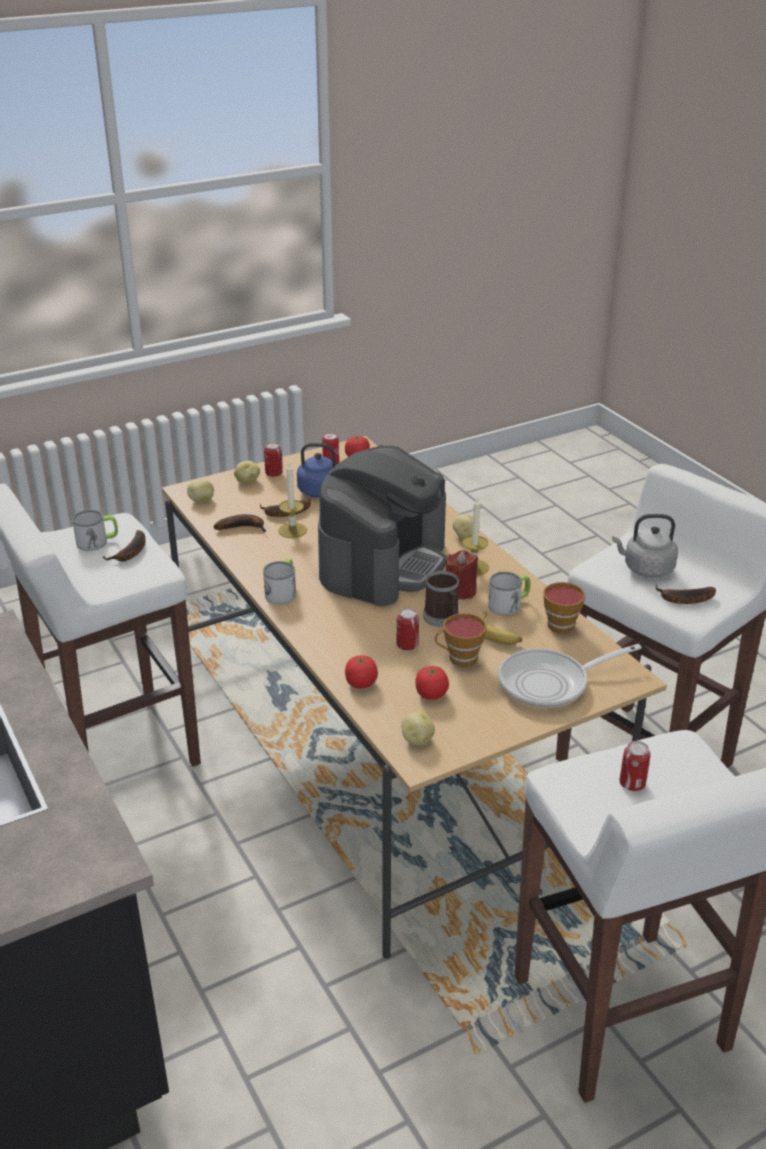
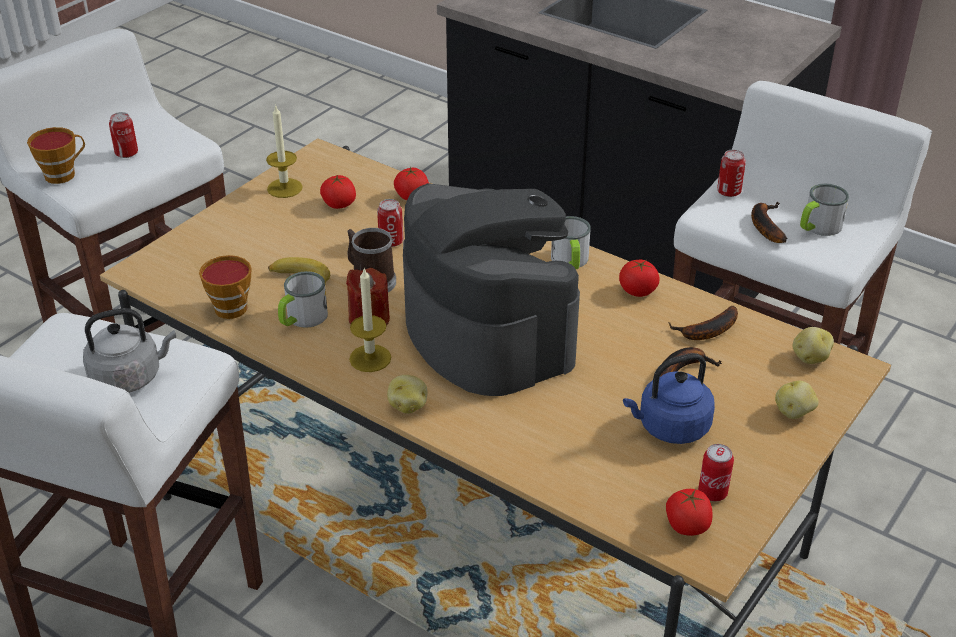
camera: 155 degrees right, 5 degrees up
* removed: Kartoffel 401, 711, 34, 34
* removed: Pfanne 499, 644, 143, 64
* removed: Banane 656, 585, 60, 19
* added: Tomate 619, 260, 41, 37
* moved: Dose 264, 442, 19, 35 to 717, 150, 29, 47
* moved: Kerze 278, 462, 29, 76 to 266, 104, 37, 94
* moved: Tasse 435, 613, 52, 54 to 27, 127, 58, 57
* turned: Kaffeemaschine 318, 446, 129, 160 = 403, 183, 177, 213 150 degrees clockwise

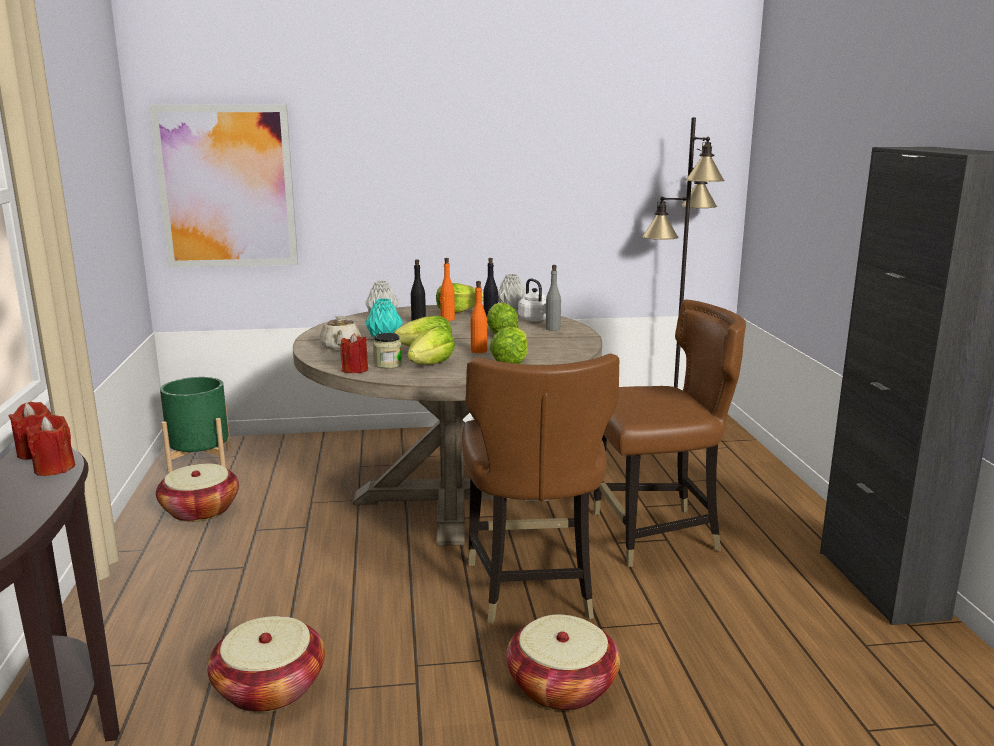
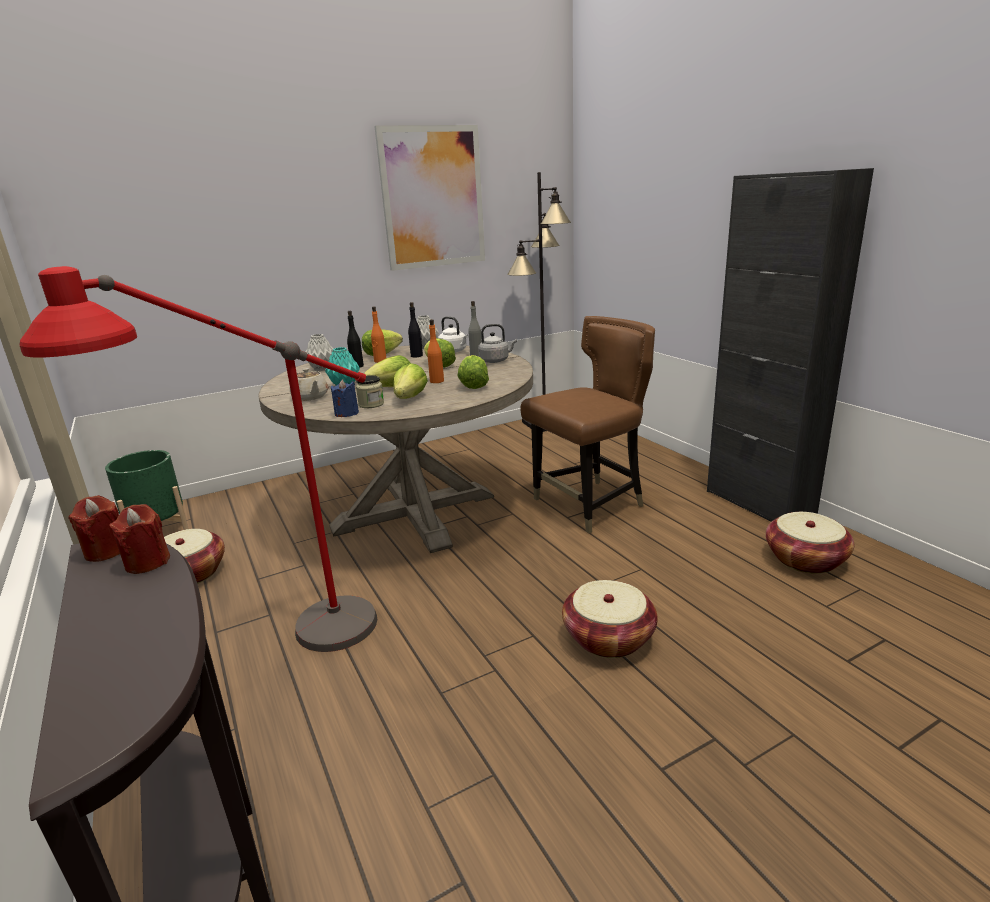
camera: 20 degrees left, 5 degrees up
* removed: Stuhl (braun) 462, 353, 157, 271
* added: Stehlampe (rot) 20, 266, 357, 386
* added: Wasserkessel (grau) 478, 324, 39, 39
* moved: Bild 149, 105, 149, 163 to 374, 125, 111, 146
* moved: Korb 207, 616, 118, 97 to 766, 512, 88, 62
* recoloured: Kerze (rot) 340, 333, 28, 40 to Kerze (blau) 331, 379, 28, 38

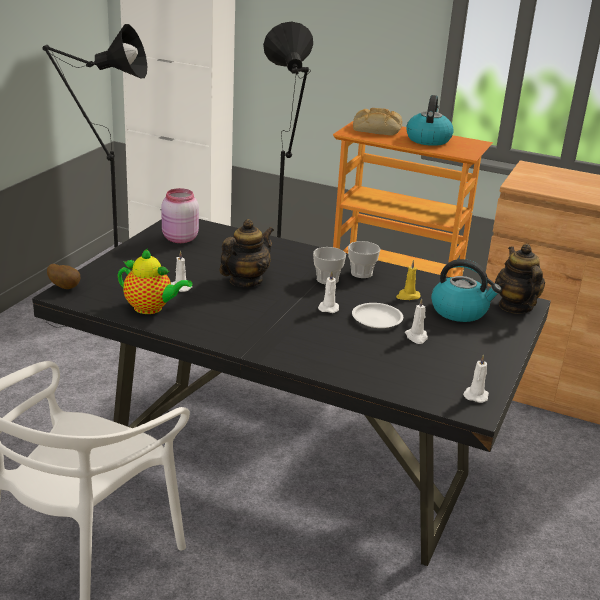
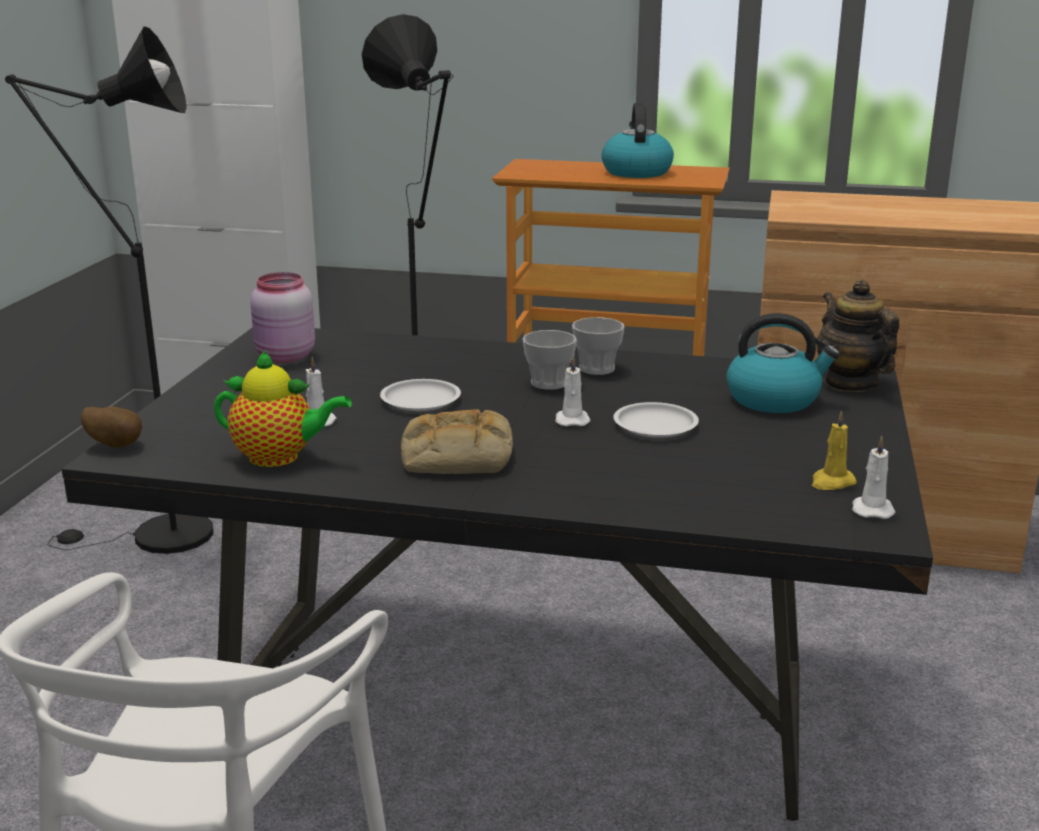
camera: 10 degrees left, 5 degrees down
* removed: Kerze (weiß) 405, 298, 23, 46
* moved: Brot 353, 108, 49, 28 to 401, 409, 112, 65
* moved: Kerze (gelb) 396, 260, 24, 40 to 812, 410, 45, 80
* replaced: Teekanne 219, 219, 55, 68 to Teller (weiß) 380, 379, 81, 32

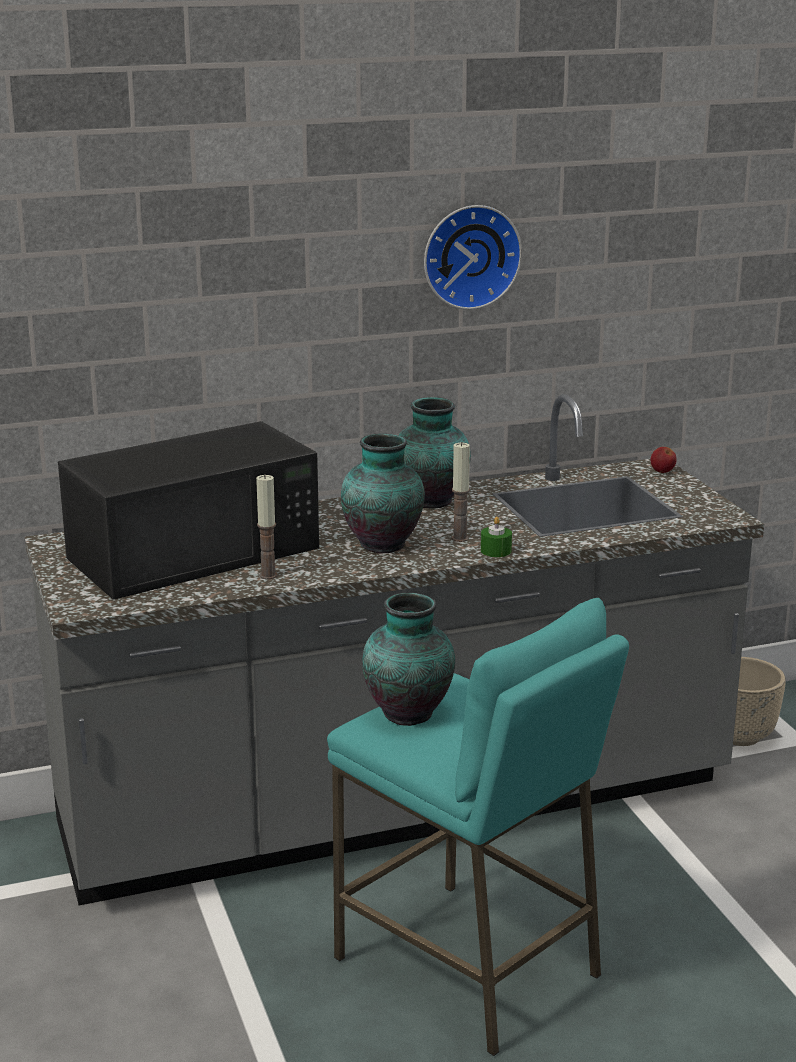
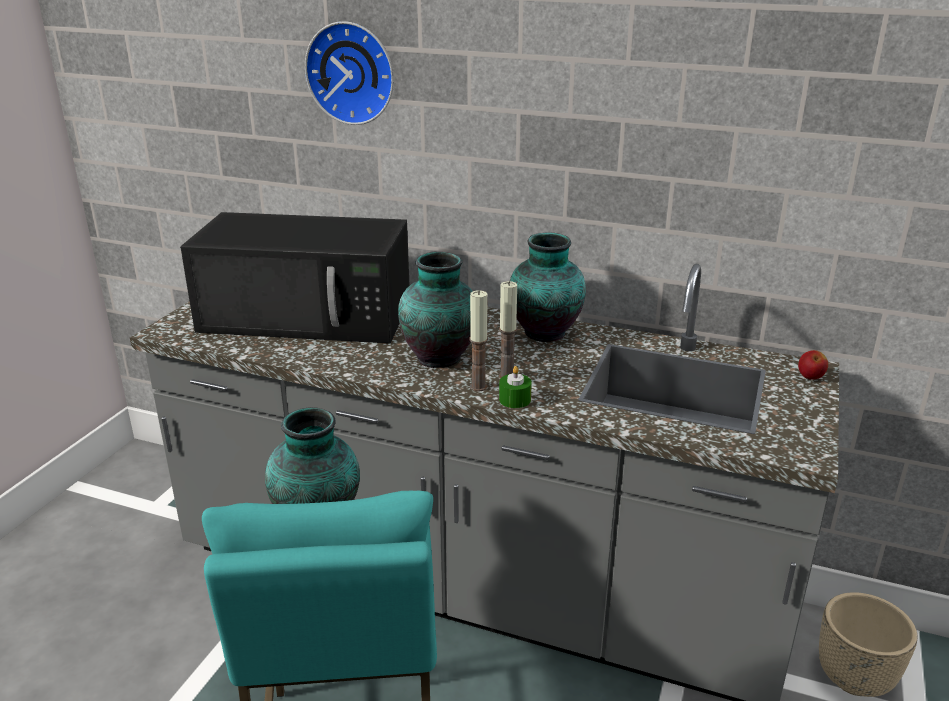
camera: 40 degrees right, 5 degrees up
* moved: Kerze 256, 474, 21, 105 to 469, 290, 19, 101
* moved: Wanduhr 424, 205, 98, 105 to 305, 21, 89, 104

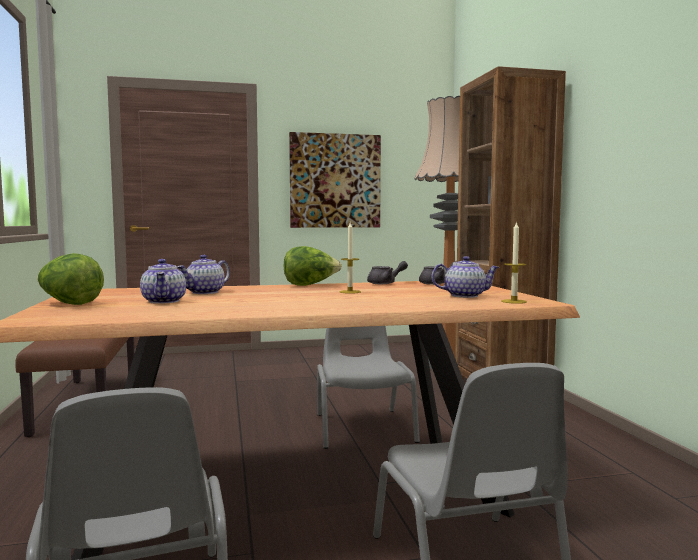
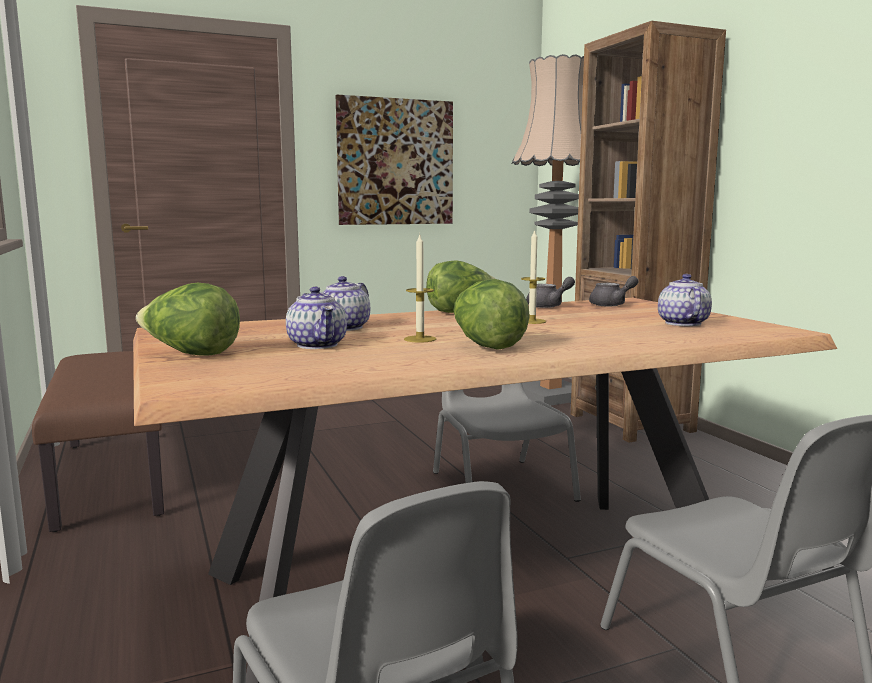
camera: 10 degrees left, 5 degrees up
* added: Salatkopf 453, 279, 77, 71
* moved: Kerze 501, 221, 26, 83 to 404, 235, 32, 108
* turned: Teekanne 431, 256, 68, 42 = 658, 274, 54, 52 75 degrees counterclockwise

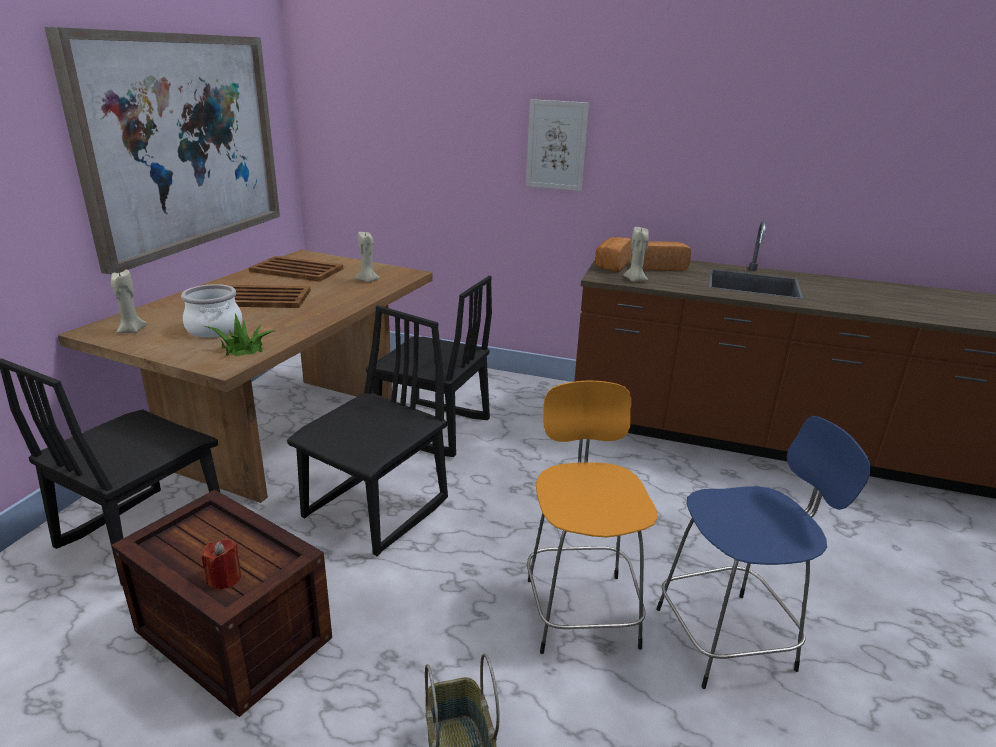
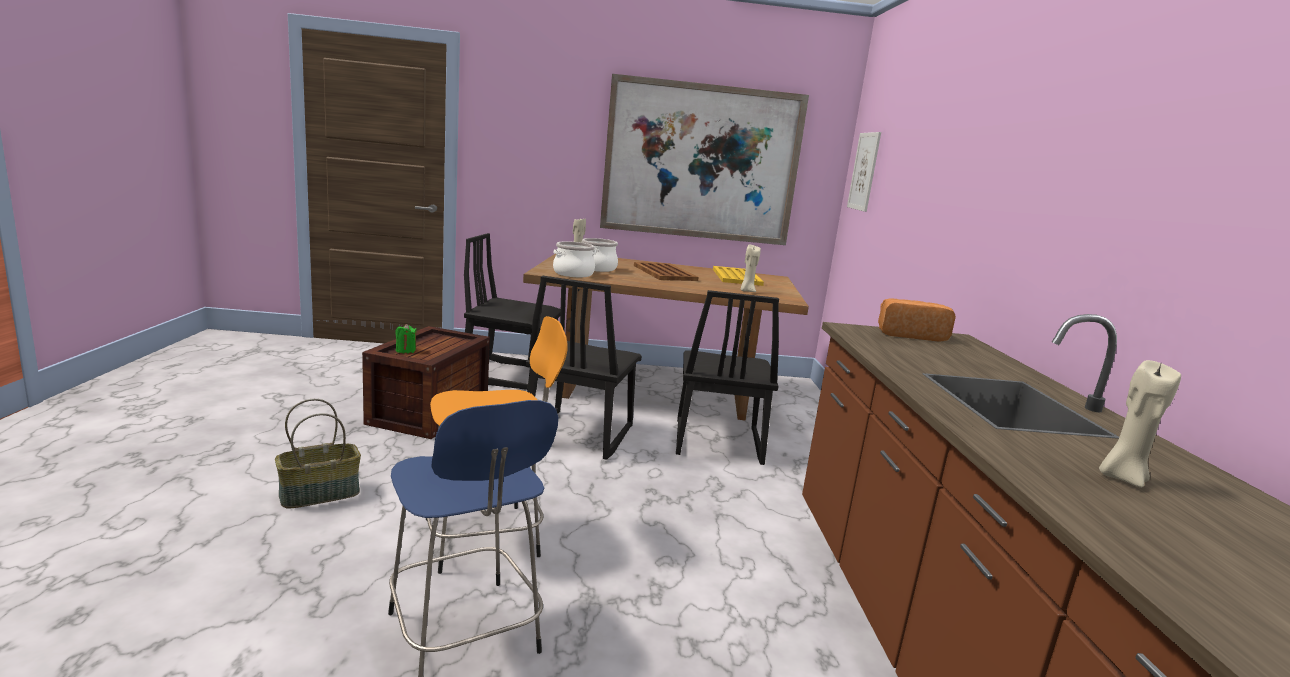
camera: 70 degrees right, 10 degrees down
* removed: Brot 643, 241, 48, 30
* moved: Bild 526, 99, 63, 92 to 847, 132, 34, 80
* moved: Kerze (beige) 624, 227, 25, 55 to 1099, 360, 82, 128
* replaced: Topfpflanze 204, 314, 73, 42 to Kochtopf 553, 241, 43, 36
* recoloured: Kerze (rot) 202, 538, 39, 52 to Kerze (grün) 396, 324, 20, 30
* recoloured: Tablett (braun) 249, 256, 94, 26 to Tablett (gelb) 713, 266, 51, 20
* turned: Stuhl (schwarz) 287, 305, 161, 251 = 525, 275, 117, 185 90 degrees clockwise

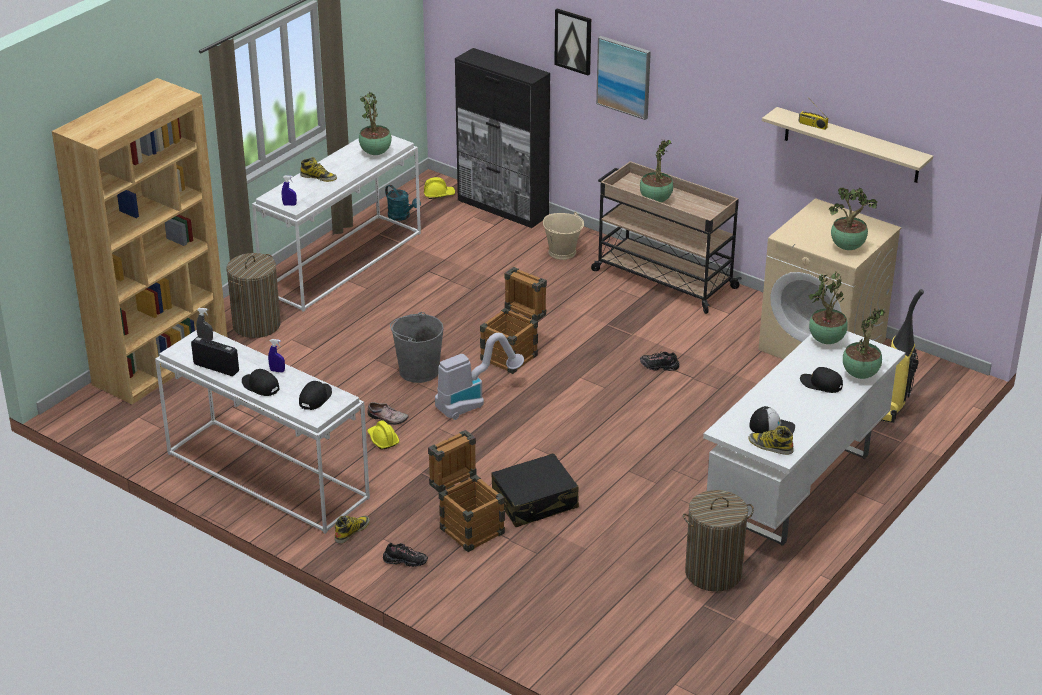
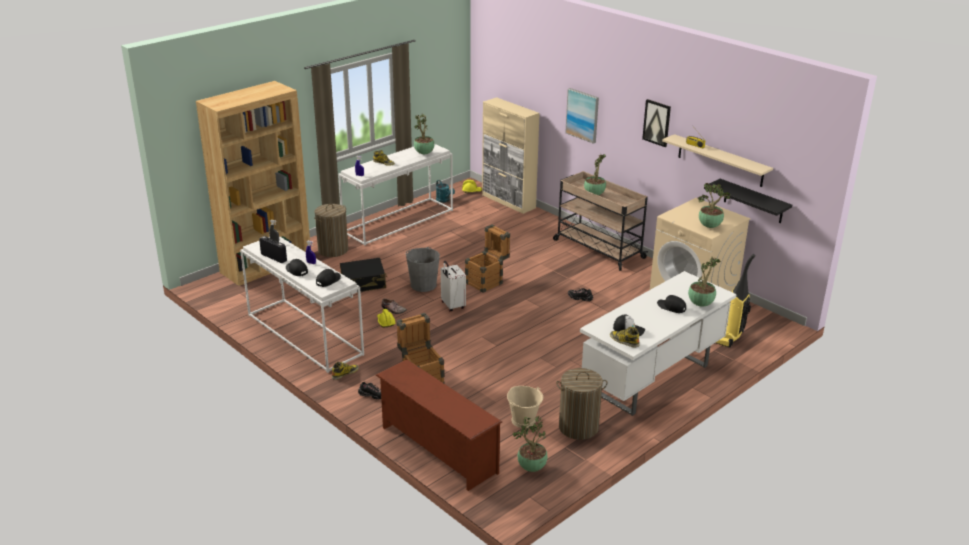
camera: 10 degrees right, 5 degrees down
* added: Schuhregal (braun) 376, 360, 126, 131
* added: Wandregal (schwarz) 704, 179, 88, 44
* moved: Koffer (schwarz) 491, 453, 88, 74 to 340, 258, 47, 34
* moved: Eimer (beige) 543, 211, 41, 49 to 507, 386, 36, 42
* moved: Bild 554, 8, 37, 67 to 642, 99, 29, 48
* moved: Topfpflanze 809, 271, 39, 73 to 513, 416, 34, 56
* replaced: Staubsauger 435, 333, 89, 87 to Koffer (weiß) 441, 260, 25, 51
* recoloured: Schrank (schwarz) 455, 48, 95, 180 to Schrank (beige) 482, 97, 58, 117

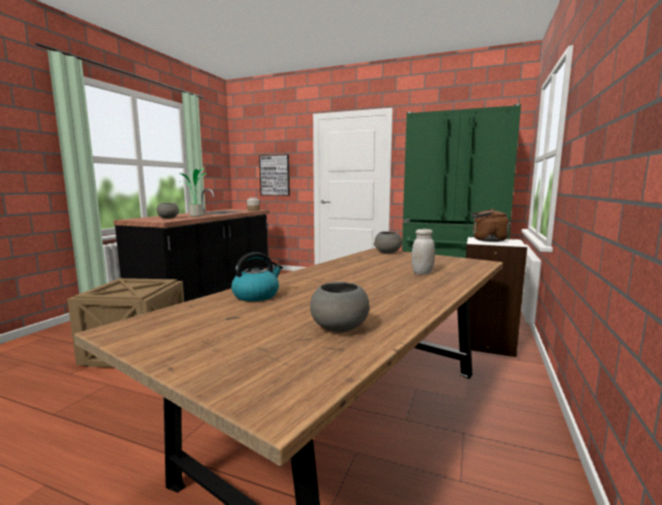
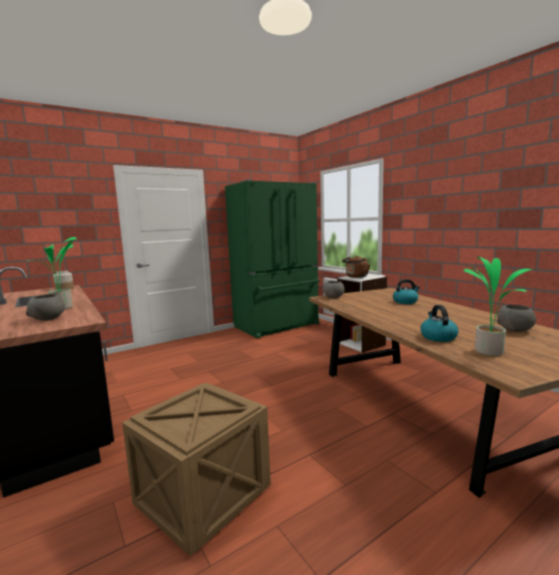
camera: 55 degrees left, 0 degrees up
* removed: Bild 259, 155, 31, 41
* added: Topfpflanze 463, 256, 69, 100
* replaced: Vorratsglas (weiß) 411, 229, 24, 45 to Wasserkessel 393, 279, 27, 25

